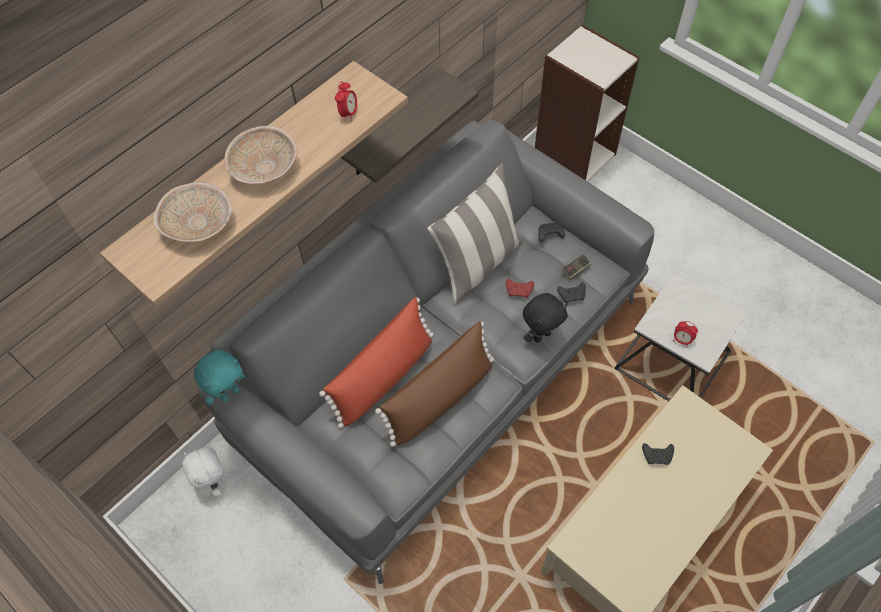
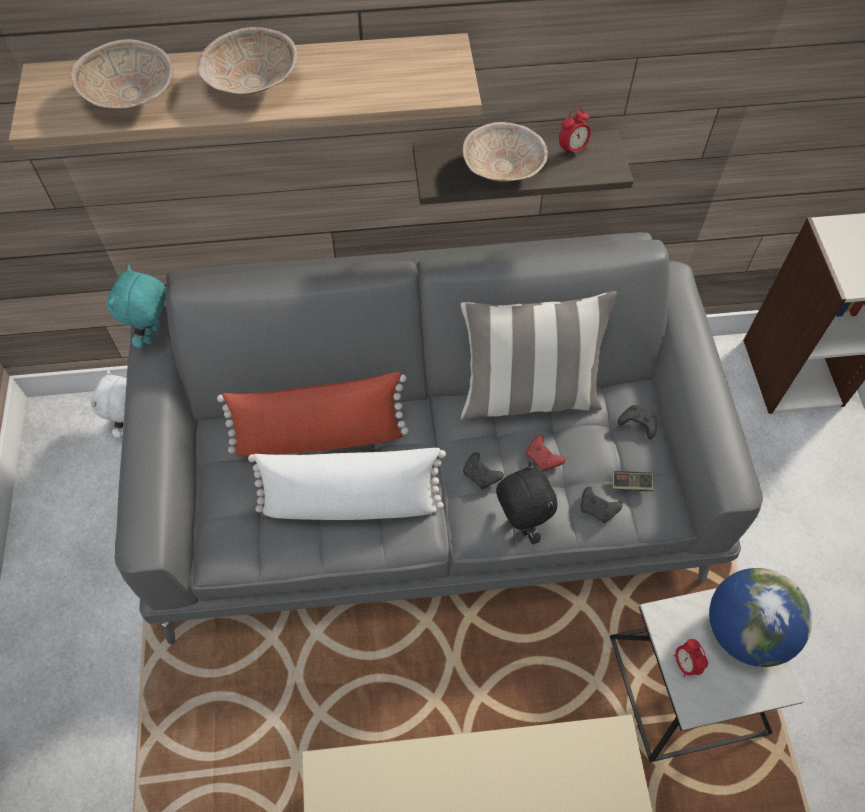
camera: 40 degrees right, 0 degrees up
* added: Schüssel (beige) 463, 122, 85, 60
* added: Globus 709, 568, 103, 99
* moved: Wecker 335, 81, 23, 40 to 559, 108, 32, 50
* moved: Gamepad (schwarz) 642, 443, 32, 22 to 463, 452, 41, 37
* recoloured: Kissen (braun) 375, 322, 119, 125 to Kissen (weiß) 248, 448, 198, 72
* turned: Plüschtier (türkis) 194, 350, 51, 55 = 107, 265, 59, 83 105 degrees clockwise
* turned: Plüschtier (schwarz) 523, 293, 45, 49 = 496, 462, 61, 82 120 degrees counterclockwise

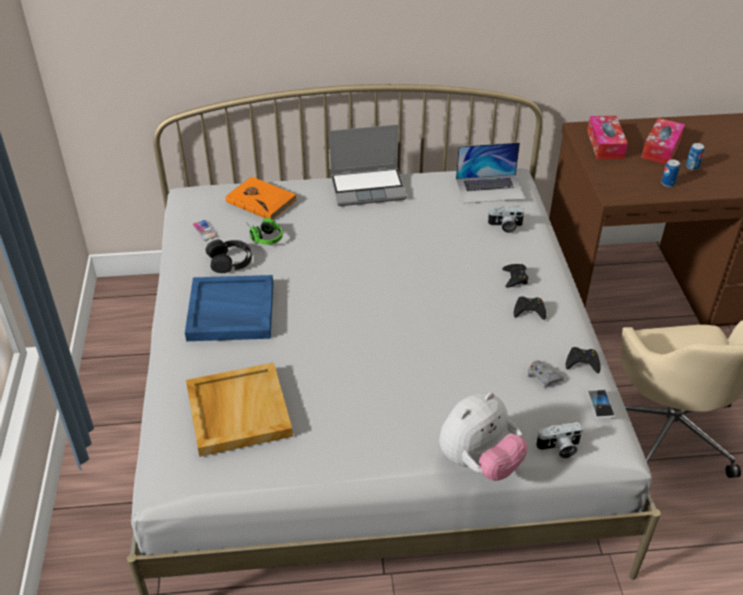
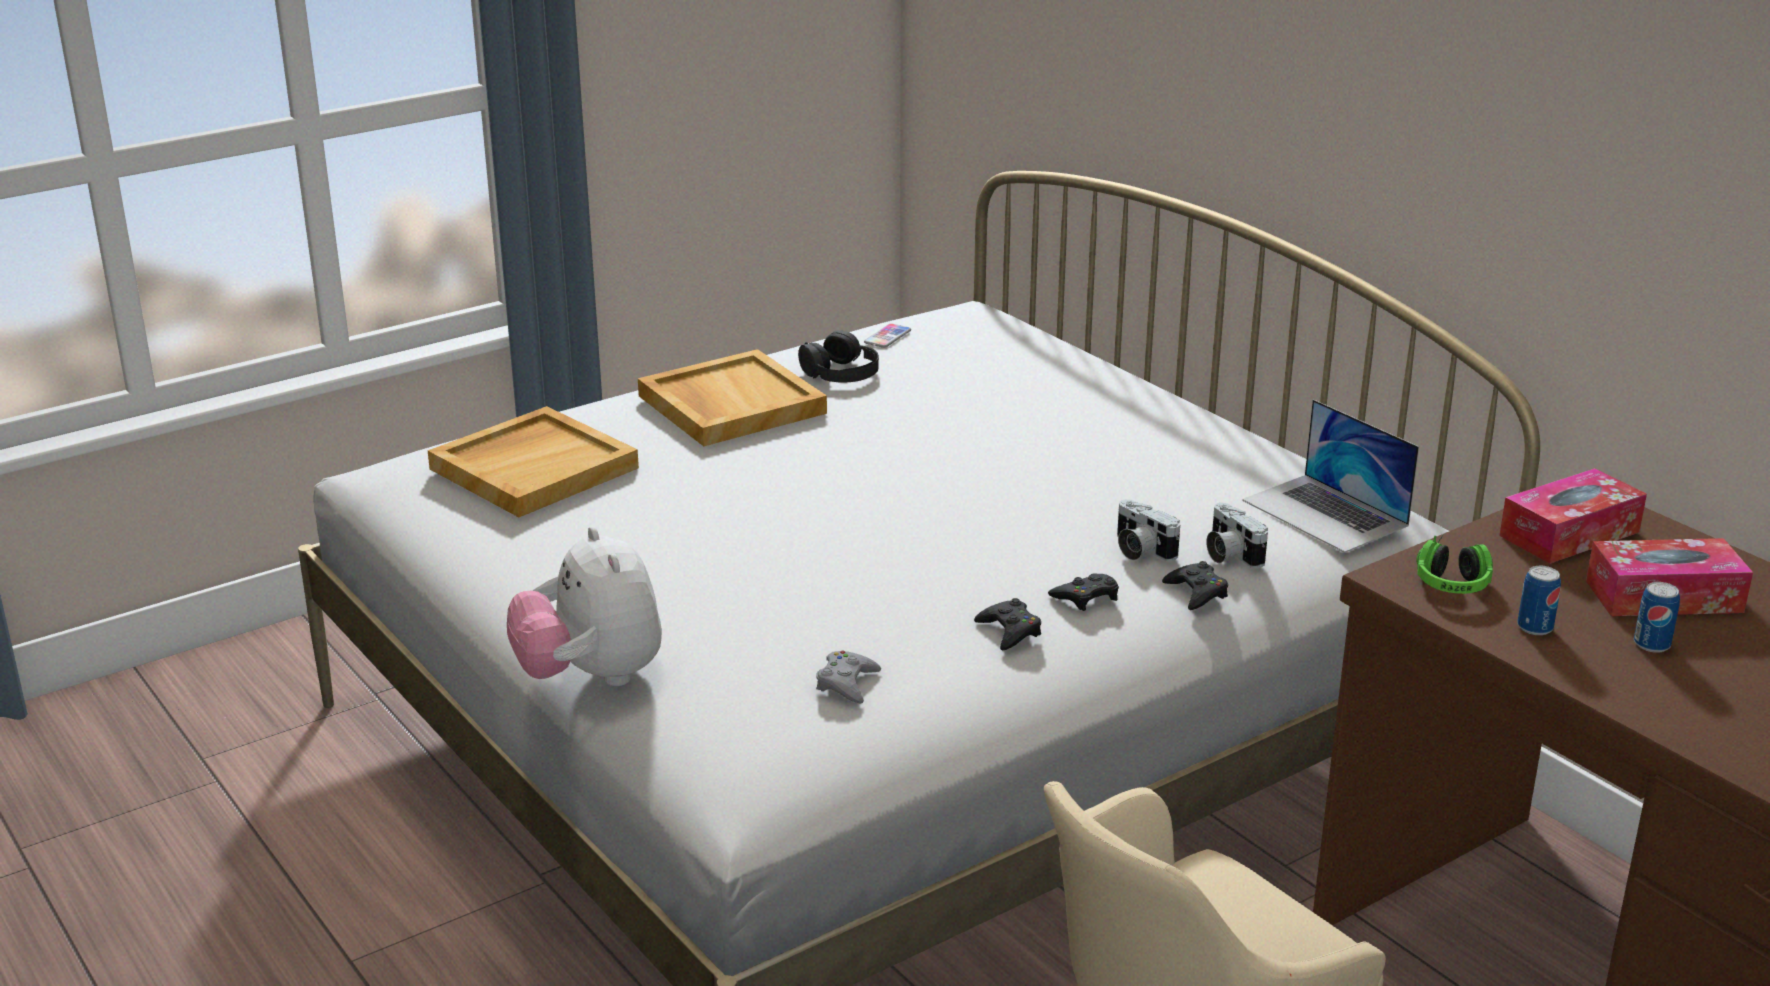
camera: 60 degrees right, 15 degrees down
* removed: Buch (orange) 226, 176, 71, 43
* removed: Laptop 329, 124, 78, 82
* removed: Handy 587, 389, 28, 30
* moved: Kopfhörer 249, 218, 34, 27 to 1416, 534, 77, 60
* moved: Kamera 536, 422, 47, 36 to 1117, 499, 63, 62
* moved: Gamepad (schwarz) 566, 347, 35, 27 to 1162, 561, 66, 49
* recoloured: Tablett (blau) 185, 275, 88, 66 to Tablett (beige) 638, 349, 189, 97
* turned: Plüschtier 439, 392, 89, 89 = 507, 527, 155, 159 45 degrees clockwise

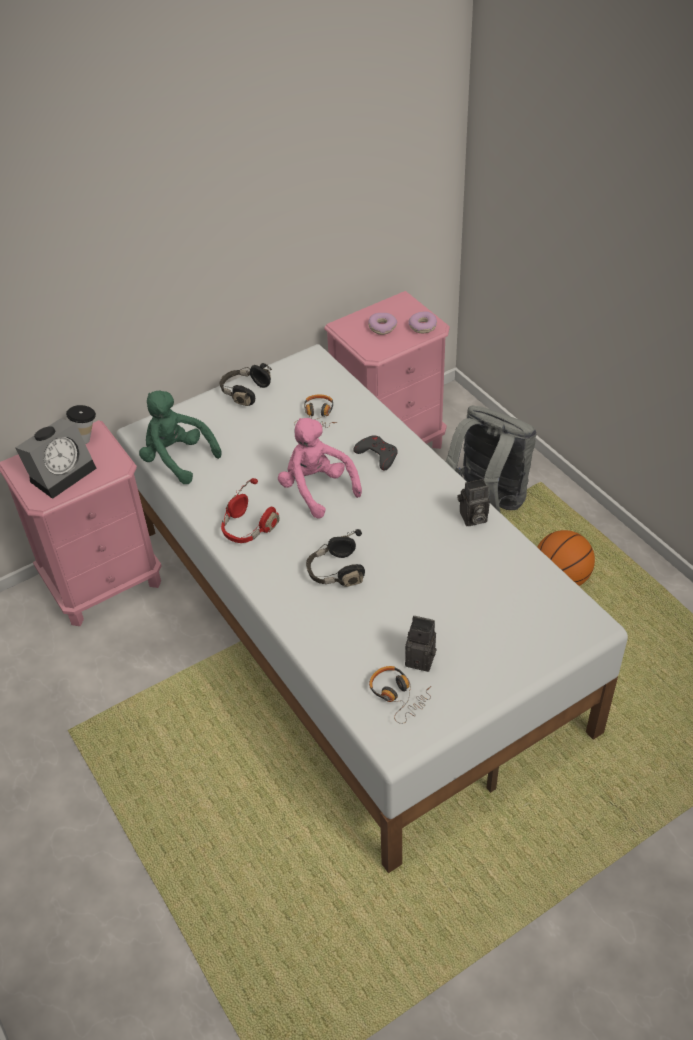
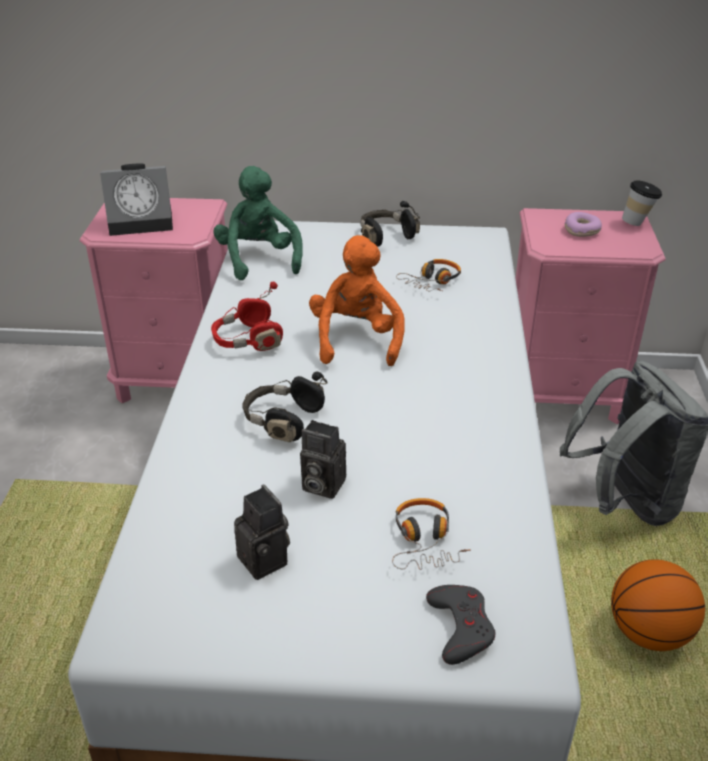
camera: 35 degrees right, 10 degrees down
* removed: Donut 408, 311, 29, 22
* moved: Tasse 66, 405, 30, 39 to 622, 181, 40, 45
* moved: Gamepad (grau) 353, 435, 45, 36 to 426, 585, 70, 80
* moved: Kopfhörer 369, 666, 62, 58 to 392, 498, 79, 72
* moved: Kamera 457, 479, 33, 47 to 300, 420, 46, 79
* recoloured: Plüschtier (rosa) 278, 418, 84, 101 to Plüschtier (orange) 309, 235, 96, 131

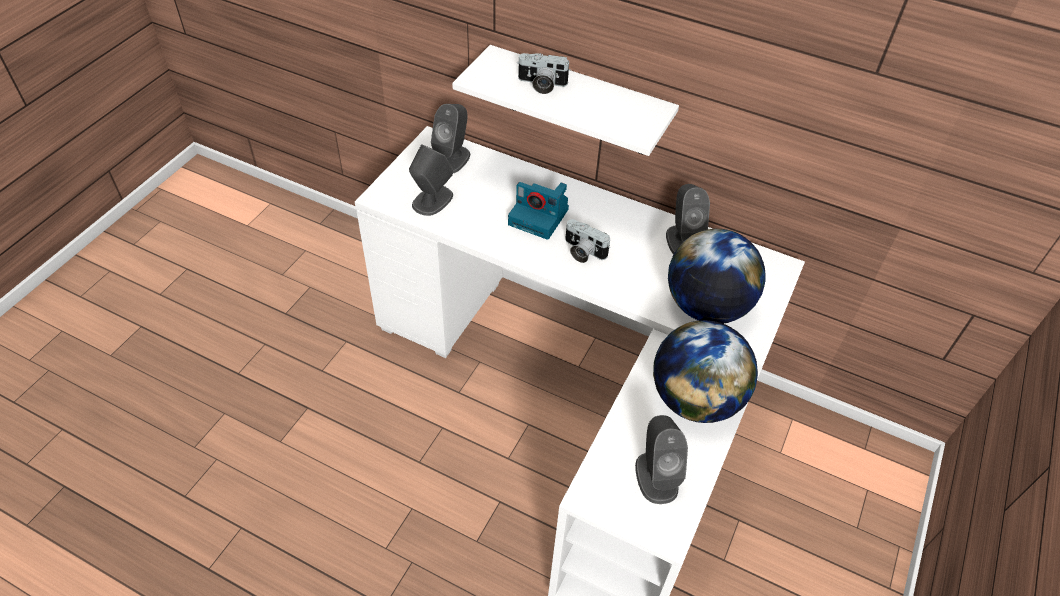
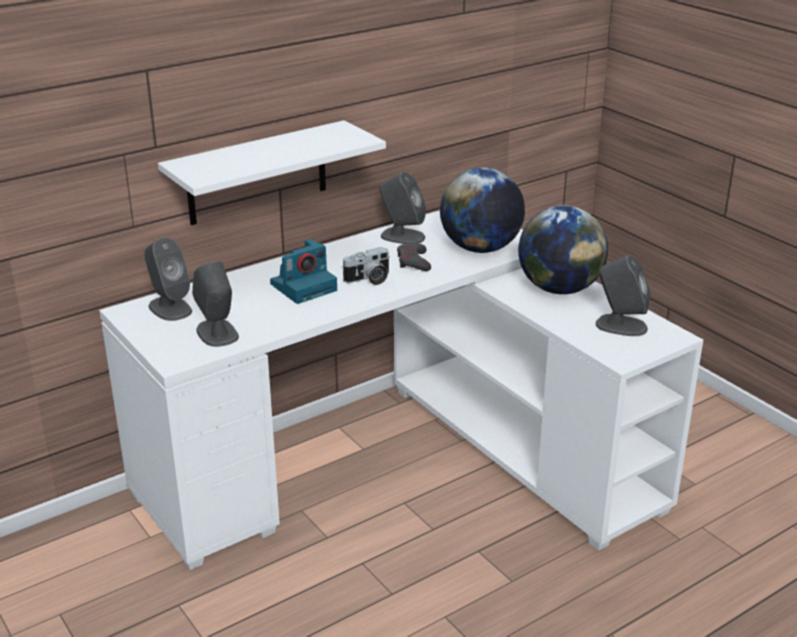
camera: 60 degrees left, 20 degrees down
* removed: Kamera 517, 53, 54, 41
* added: Gamepad (grau) 397, 243, 34, 28

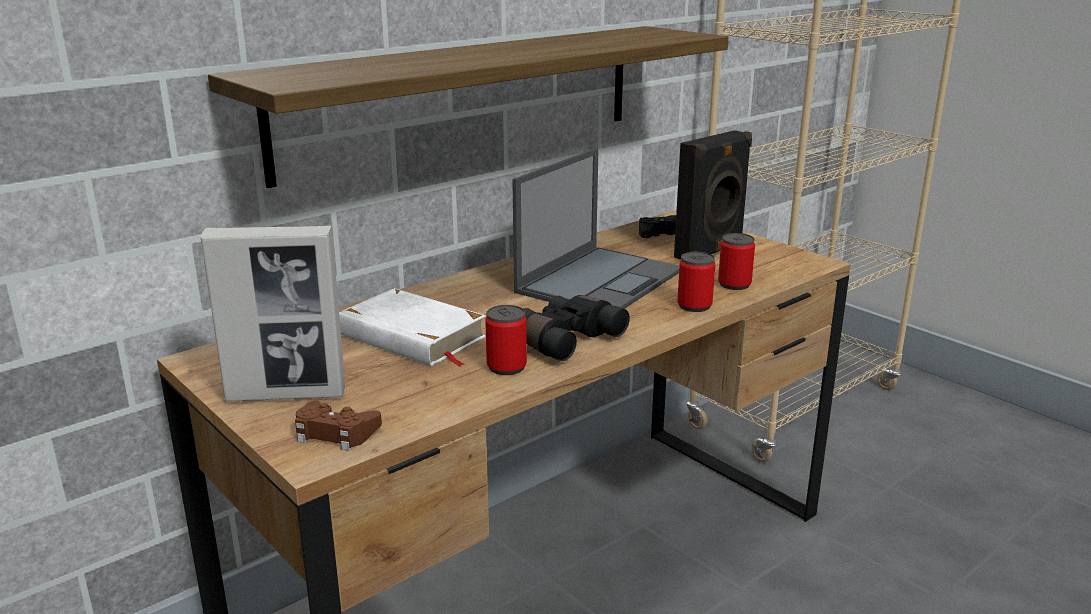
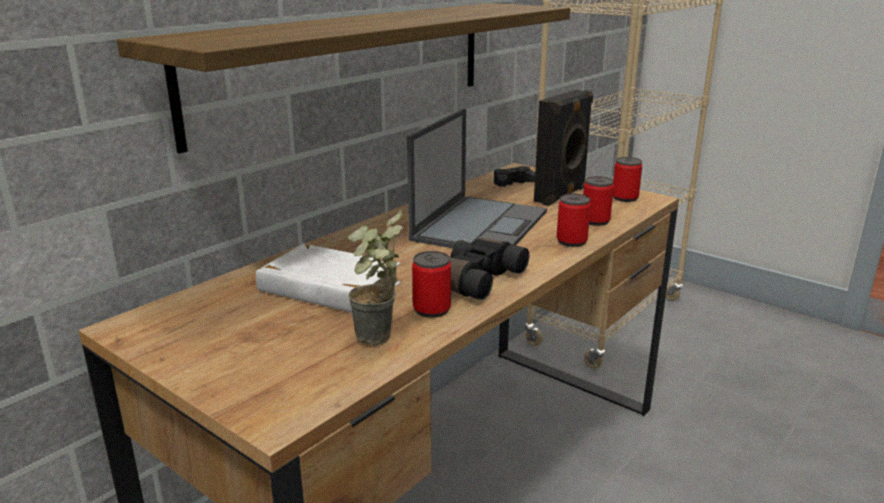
camera: 10 degrees left, 0 degrees up
* removed: Bilderrahmen 200, 226, 145, 176
* removed: Gamepad (braun) 295, 401, 87, 50
* added: Topfpflanze 348, 210, 55, 135
* added: Dose 613, 157, 29, 45

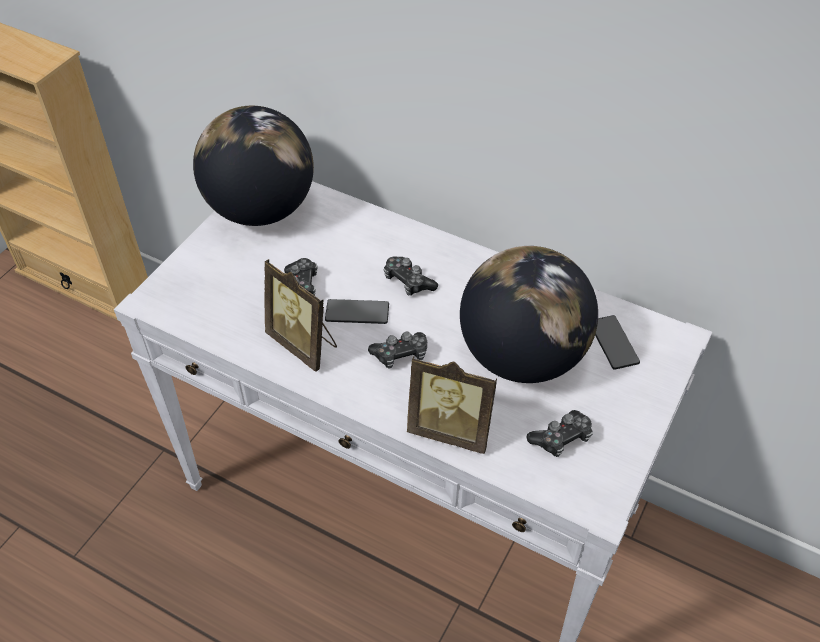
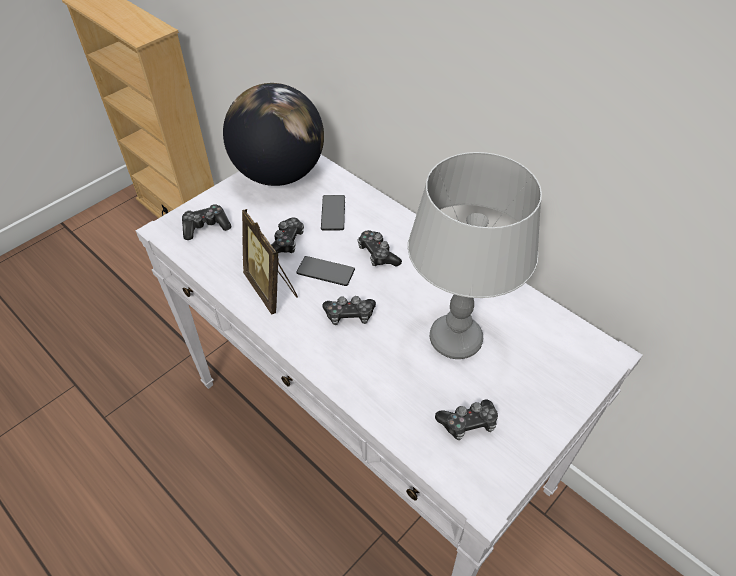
camera: 15 degrees right, 0 degrees up
* removed: Bilderrahmen 407, 356, 90, 98
* added: Gamepad 182, 204, 49, 36
* moved: Handy 595, 315, 45, 55 to 321, 195, 24, 35
* replaced: Globus 460, 246, 138, 137 to Tischlampe (grau) 408, 152, 134, 207

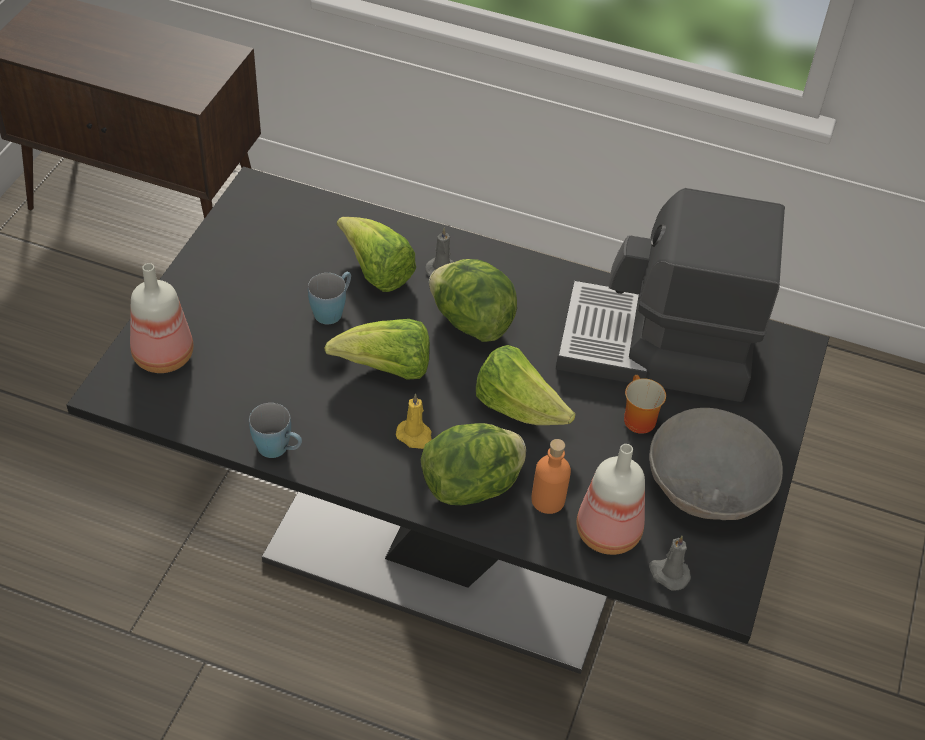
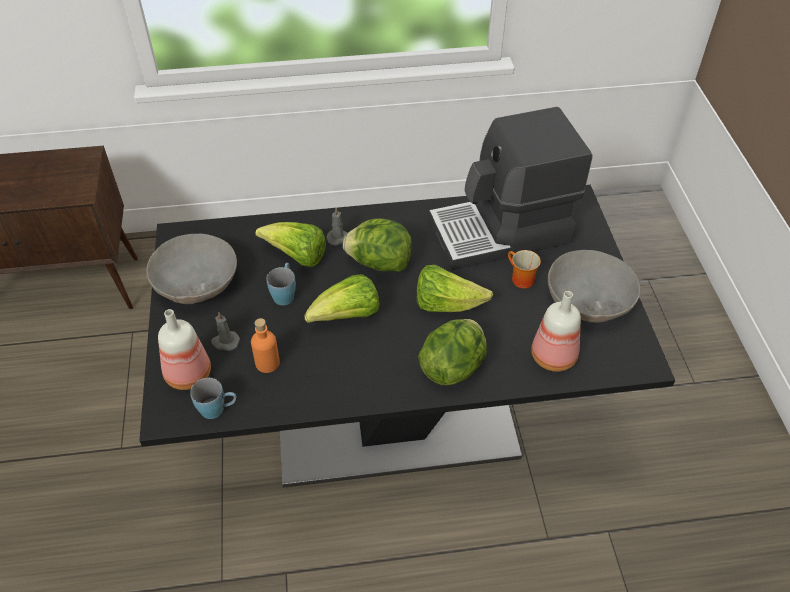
camera: 25 degrees left, 0 degrees up
* removed: Kerze (gelb) 396, 394, 36, 55
* added: Schüssel (grau) 146, 234, 91, 70
* moved: Henkelbecher (blau) 249, 403, 53, 55 to 190, 377, 46, 42
* moved: Flasche (orange) 531, 439, 40, 75 to 251, 318, 29, 55
* moved: Kerze (grau) 649, 535, 42, 55 to 211, 312, 29, 39

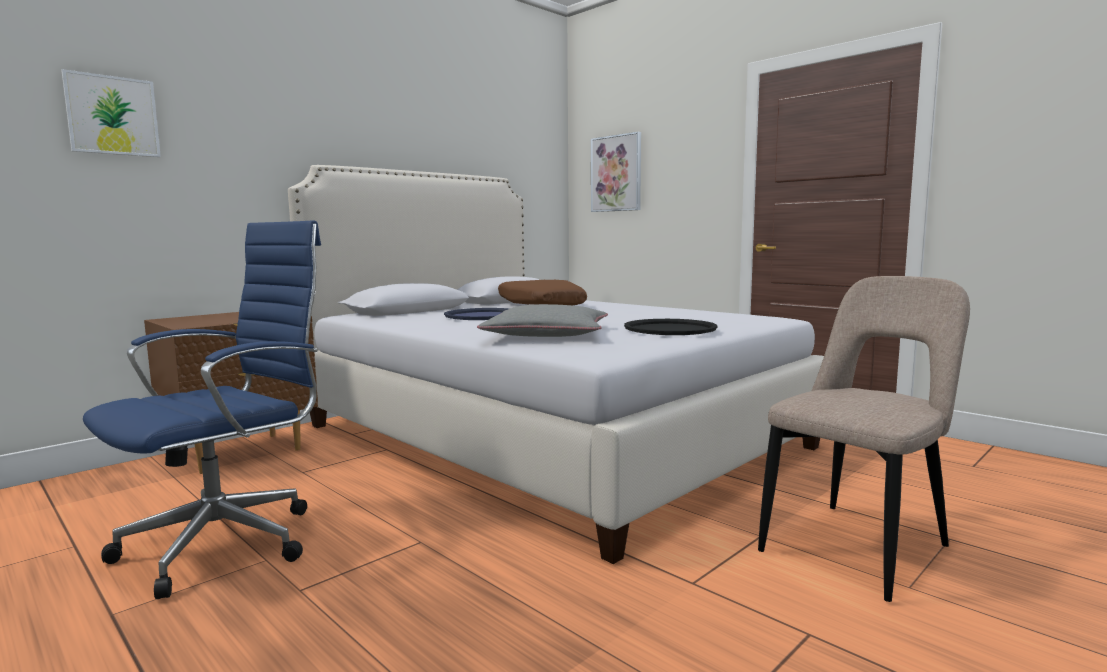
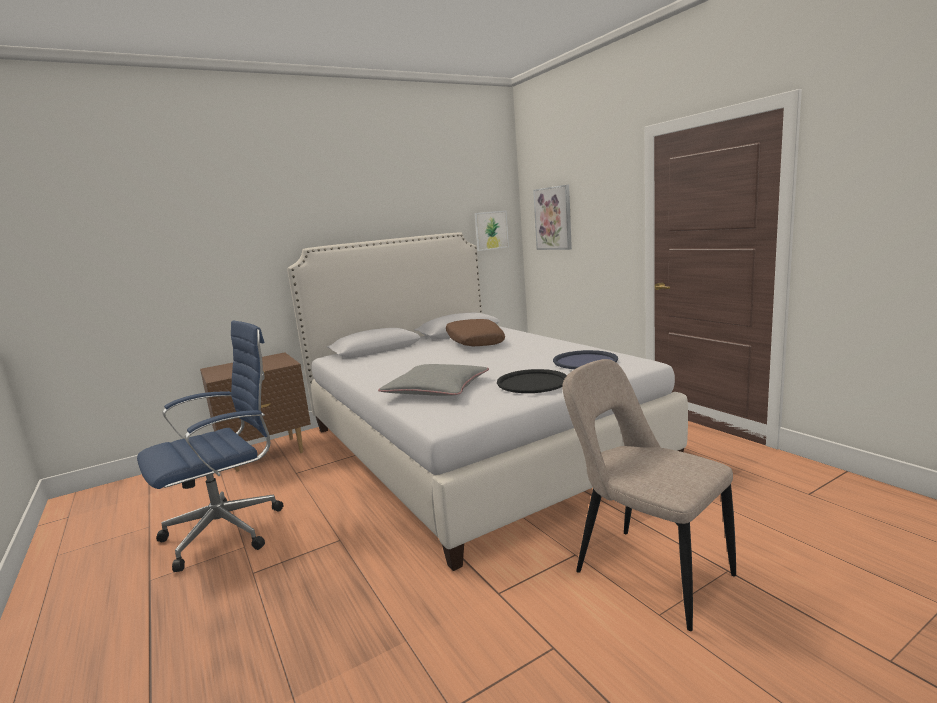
camera: 15 degrees right, 5 degrees up
* moved: Bild 61, 69, 100, 88 to 474, 211, 35, 40
* moved: Tablett (blau) 444, 308, 65, 12 to 553, 350, 65, 19
* turned: Stuhl (beige) 758, 276, 212, 326 = 562, 359, 174, 272 105 degrees counterclockwise

